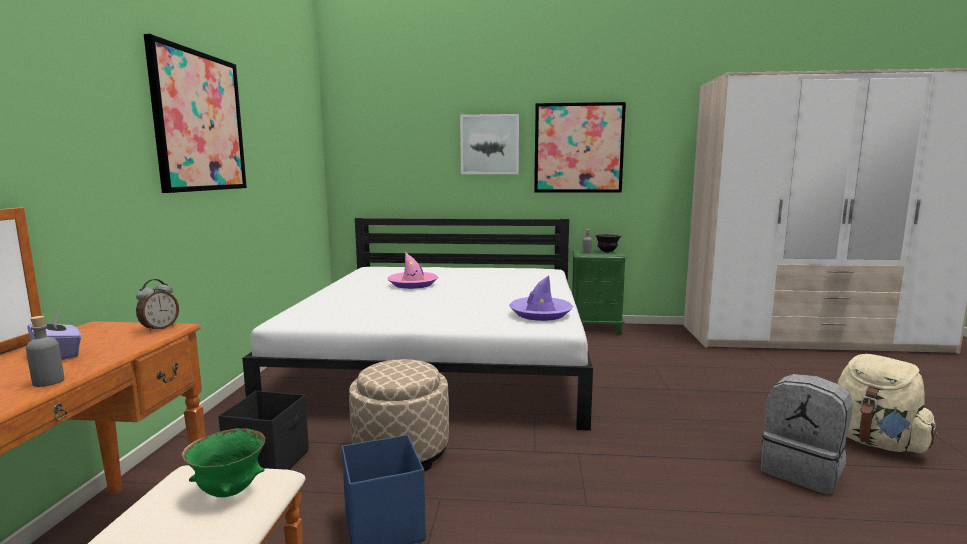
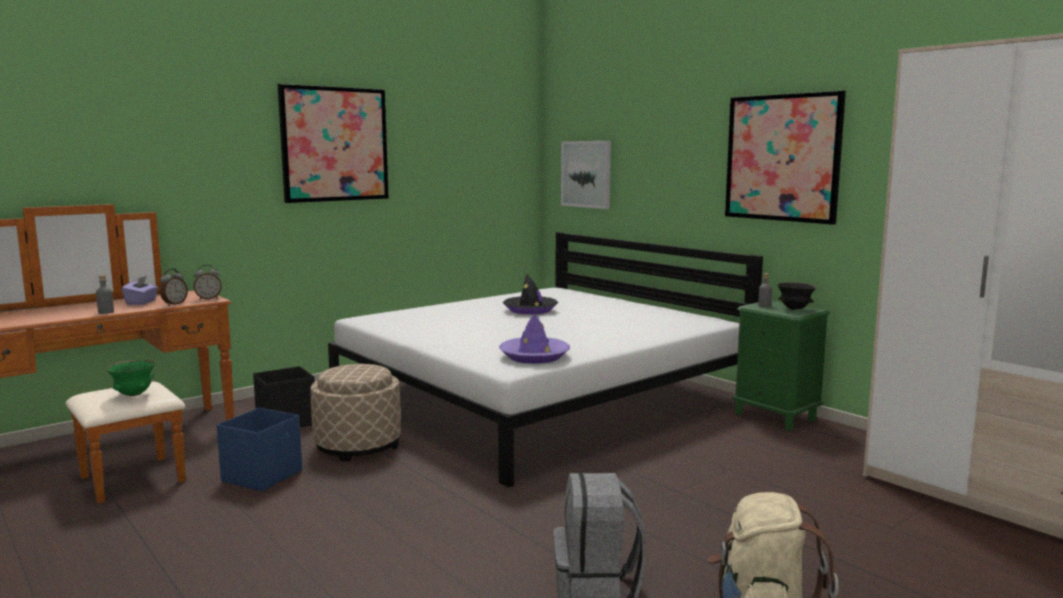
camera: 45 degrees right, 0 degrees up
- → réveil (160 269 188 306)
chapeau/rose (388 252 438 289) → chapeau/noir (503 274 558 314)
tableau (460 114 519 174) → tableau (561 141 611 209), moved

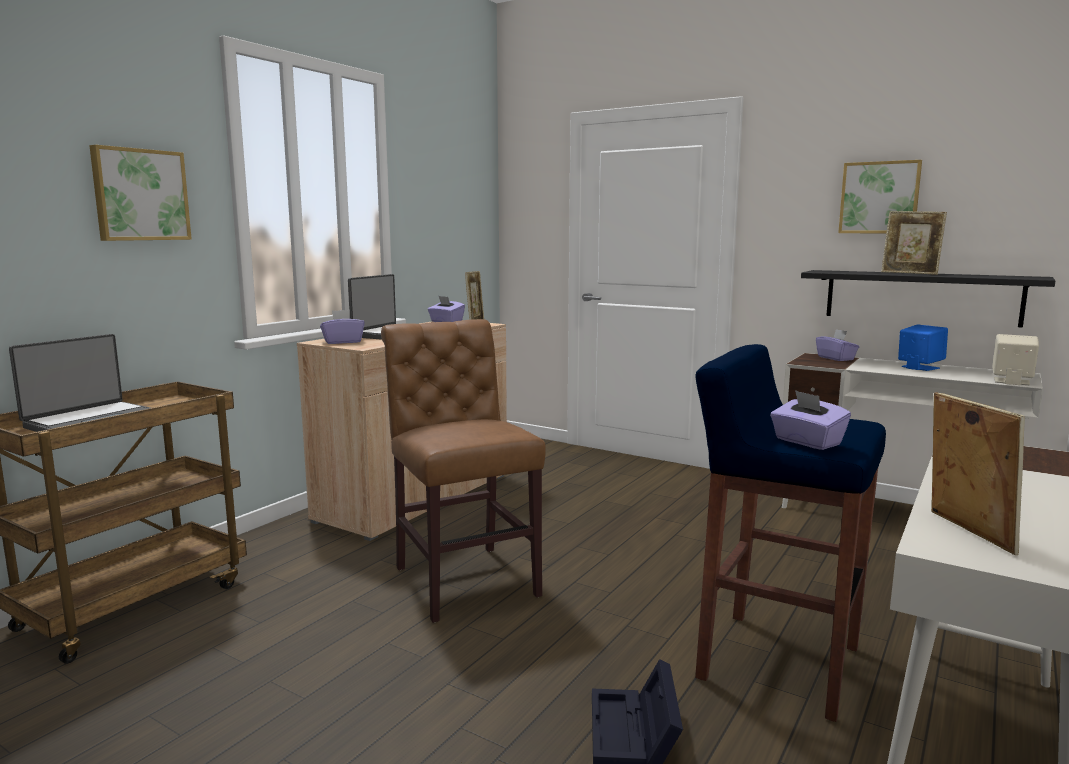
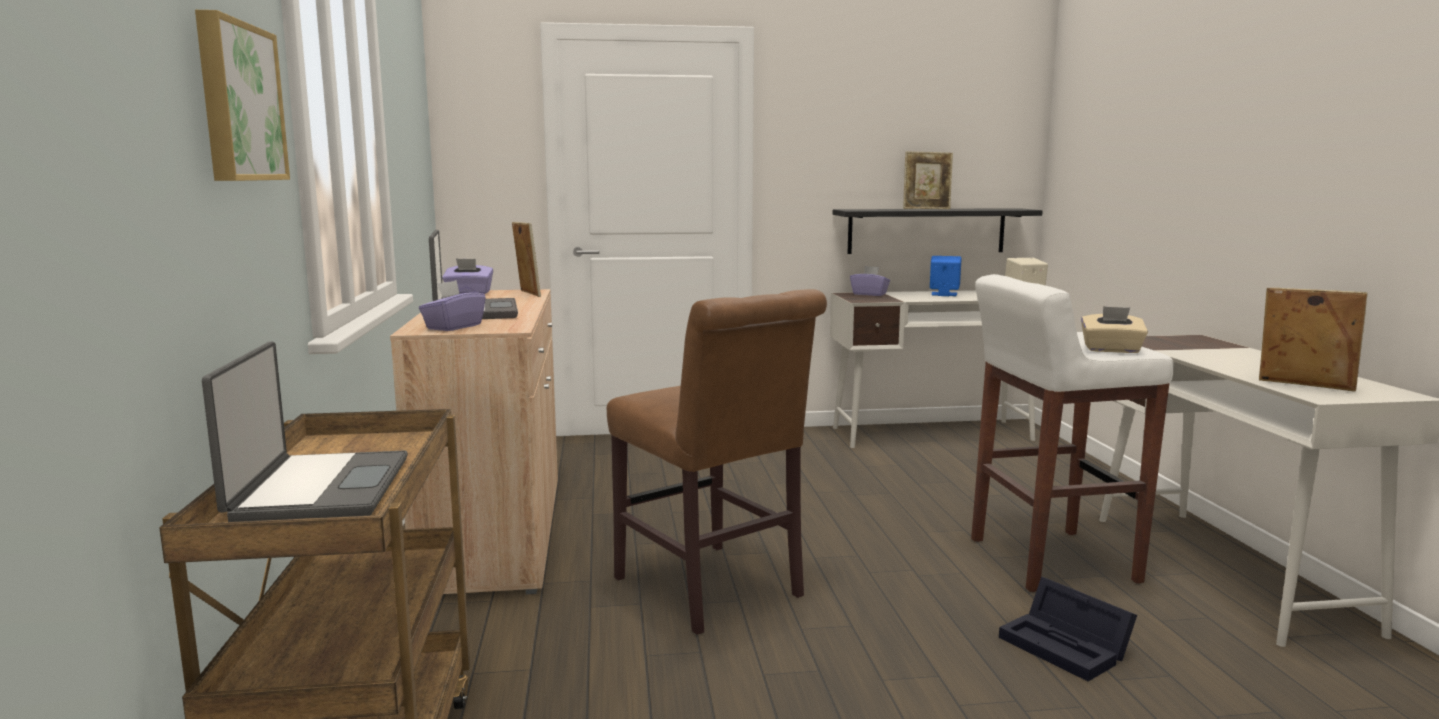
camera: 40 degrees left, 0 degrees up
chaise/marron (381 319 546 623) → chaise/marron (607 289 827 635), 150 degrees counterclockwise
tabouret/bleu (695 344 886 722) → tabouret/blanc (971 274 1174 592)
boîte à mouchoirs/violet (770 390 851 450) → boîte à mouchoirs/beige (1081 306 1148 353)
tableau (838 160 922 233) → -

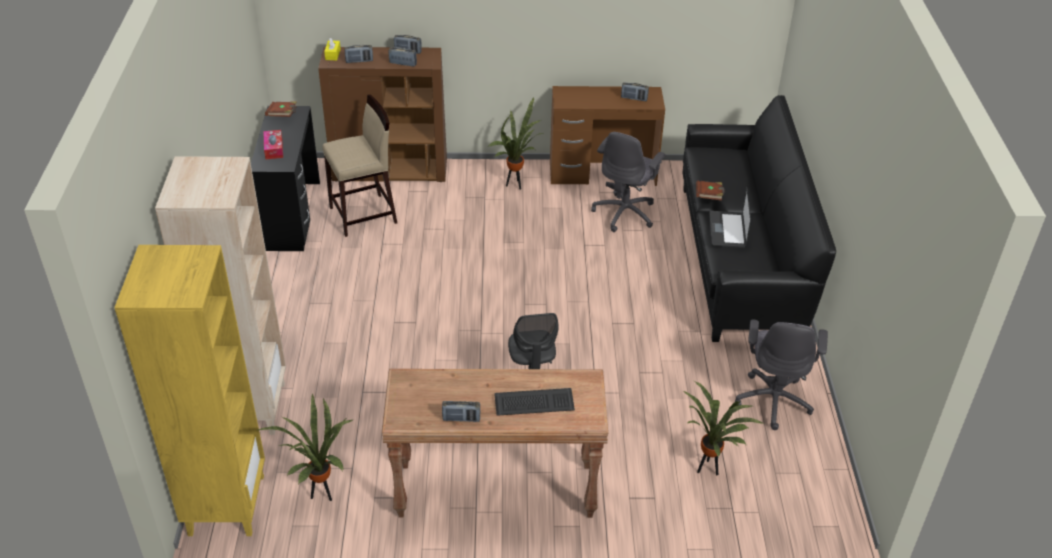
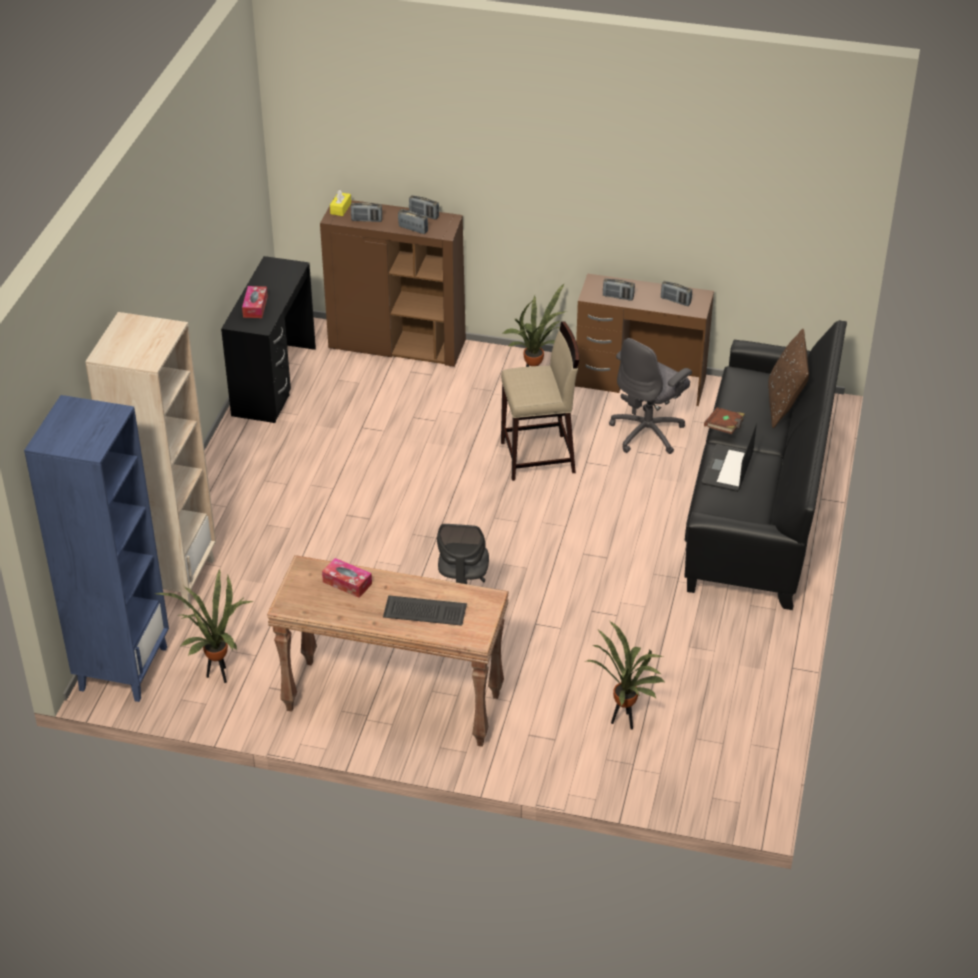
camera: 15 degrees right, 0 degrees up
bibliothèque/jaune (114 245 265 536) → bibliothèque/bleu (24 395 169 702)
- → boîte à mouchoirs (322 558 372 598)
tabouret/beige (322 95 397 237) → tabouret/beige (501 321 579 481), moved
radio (442 401 480 422) → radio (603 278 635 301), moved
- → coussin/marron (768 329 809 428)
livre/marron (265 101 297 117) → -
chaise de bureau/gris (735 319 828 430) → -

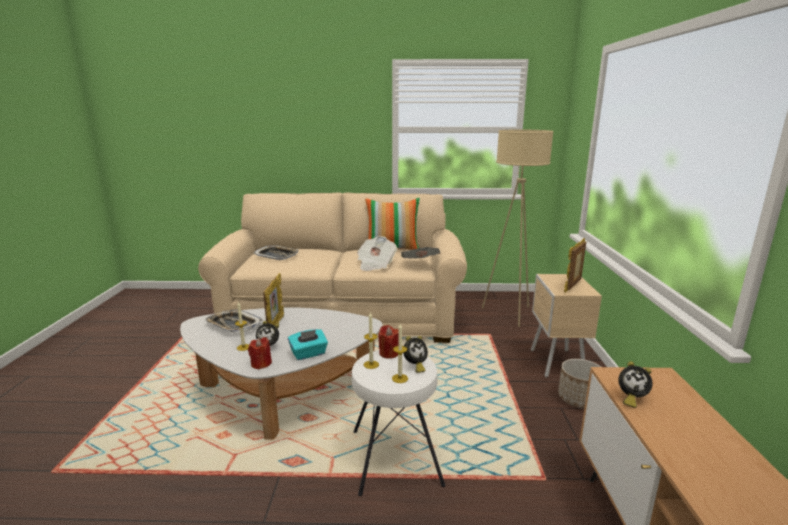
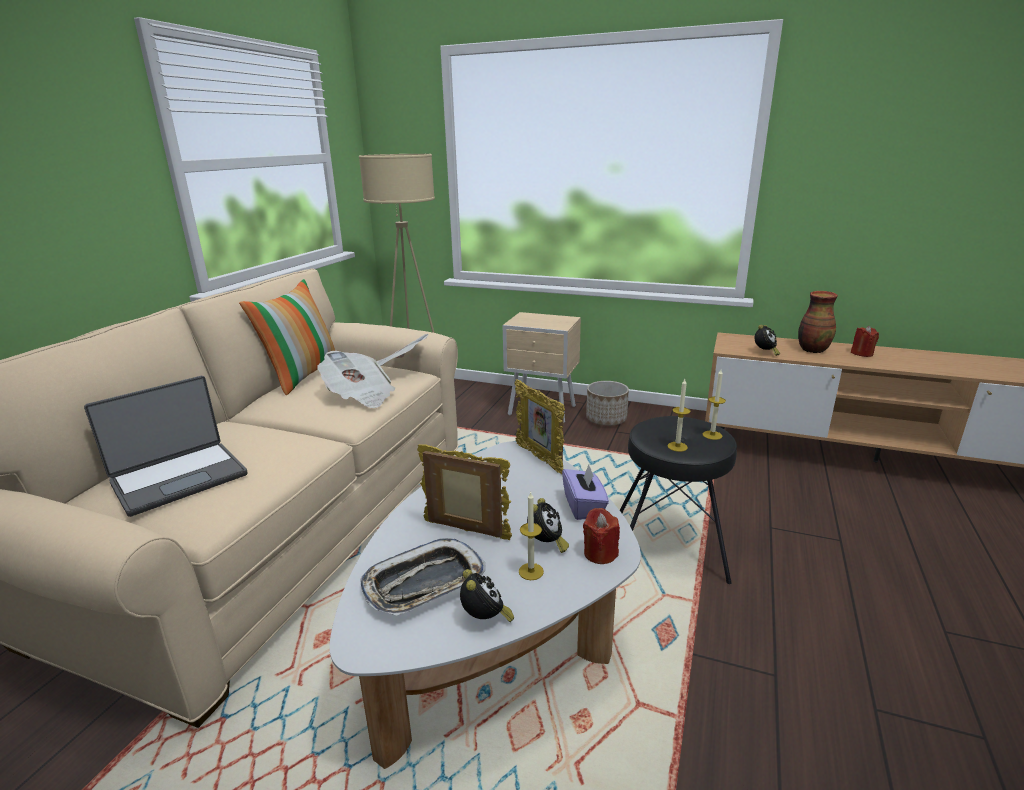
camera: 70 degrees left, 5 degrees up
plateau (253 245 299 260) → ordinateur portable (84 376 247 517)
réveil (403 336 428 373) → réveil (460 569 514 622), moved
cadre photo (564 238 586 293) → cadre photo (515 379 565 474), moved
boîte à mouchoirs/turquoise (288 329 328 360) → boîte à mouchoirs/violet (562 465 609 520)
tabouret/blanc (352 350 445 496) → tabouret/noir (620 416 737 584)
- → vase (798 291 838 353)
bougie/rouge (378 325 398 359) → bougie/rouge (851 326 879 357), moved

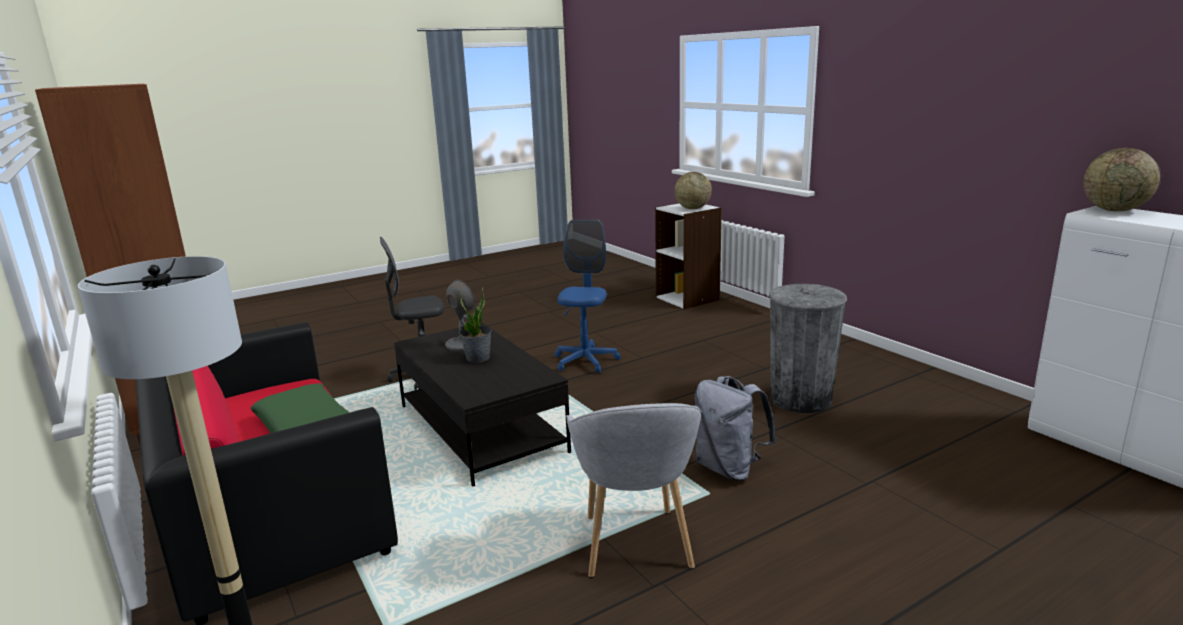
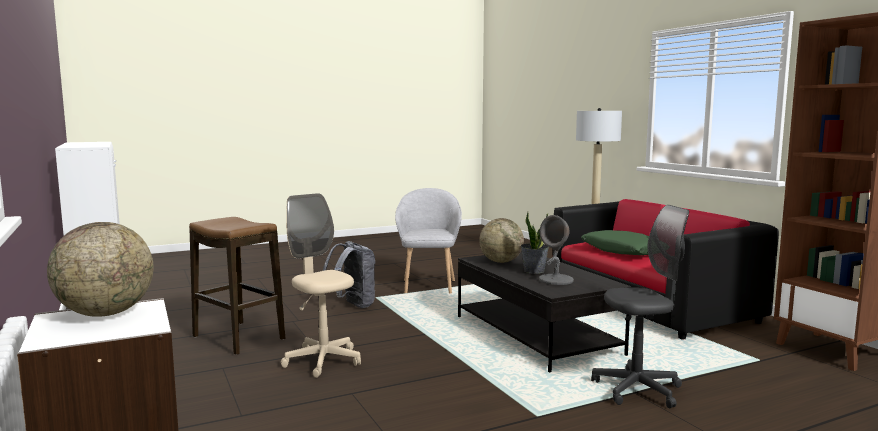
camera: 175 degrees left, 10 degrees down
poubelle/gris (769 284 847 413) → tabouret (189 217 285 355)
- → chaise de bureau/beige (281 193 361 378)
globe (1083 148 1160 211) → globe (479 218 524 263), moved
chaise de bureau/bleu (555 220 621 373) → -

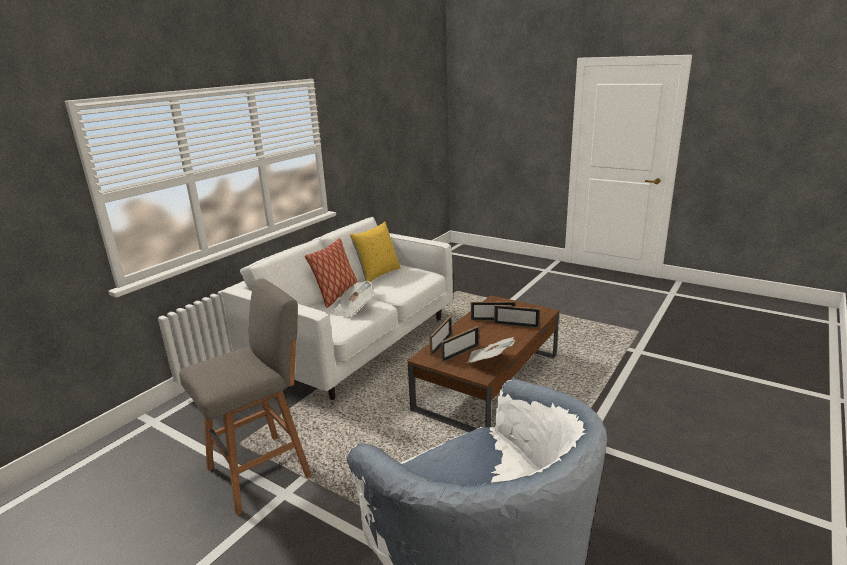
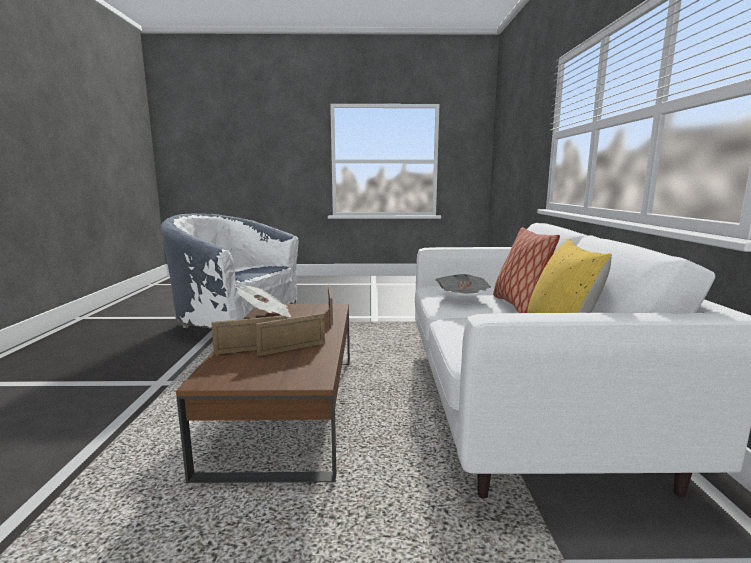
camera: 145 degrees right, 10 degrees down
tabouret/gris (179 278 312 516) → -
cadre photo (441 326 479 363) → -

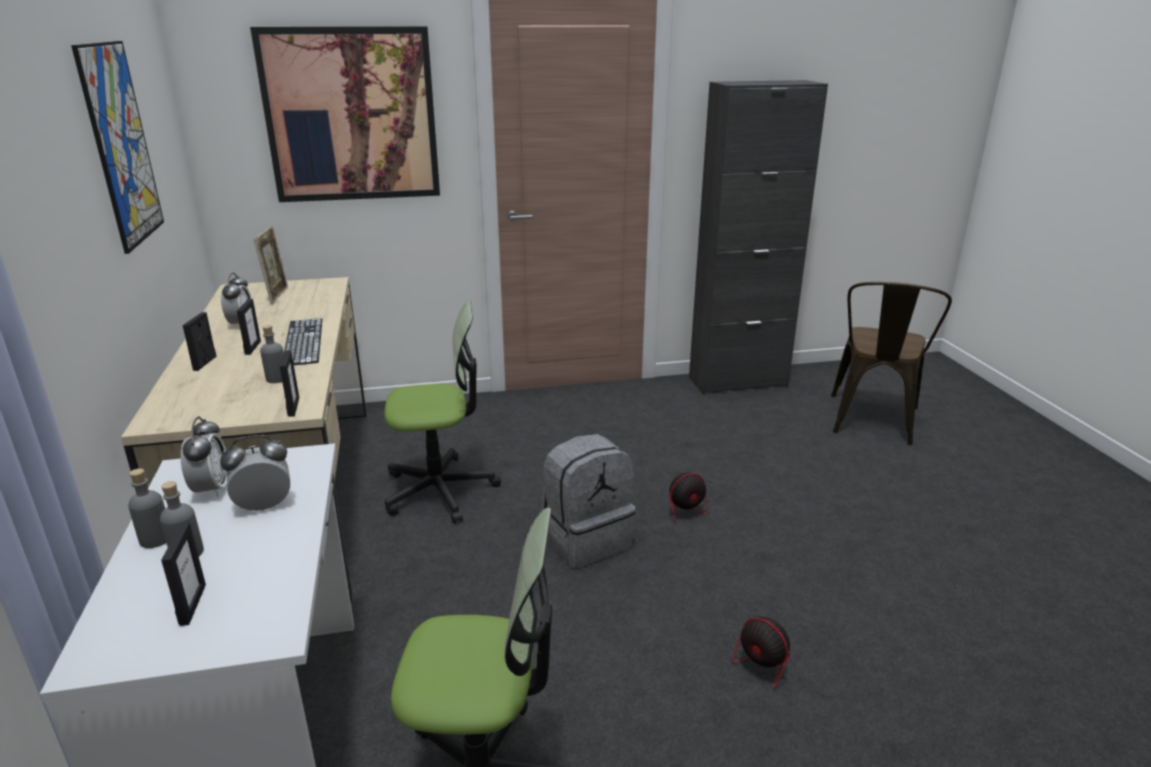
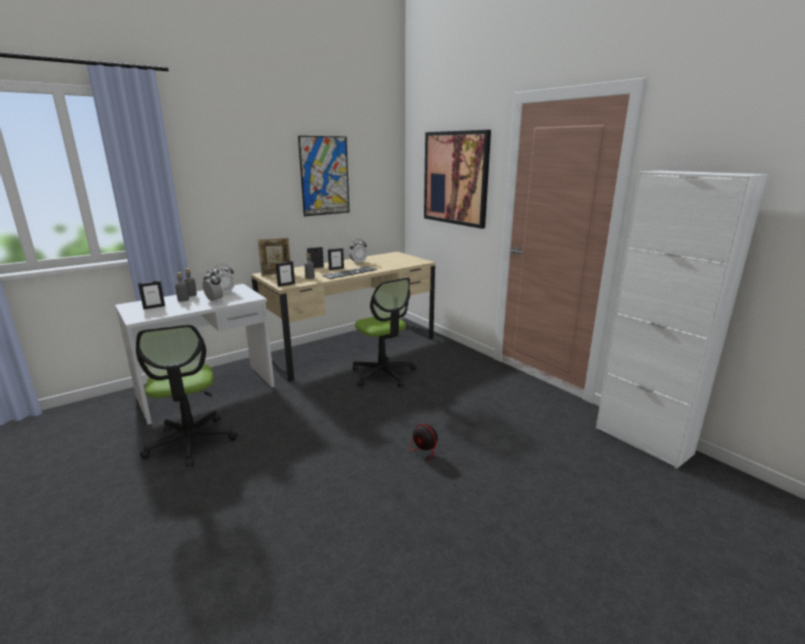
camera: 65 degrees right, 5 degrees down
cadre photo (254 226 288 304) → cadre photo (258 238 291 276), moved
meuble de rangement/noir (689 80 828 394) → meuble de rangement/blanc (596 170 768 469)
sac à dos/gris (542 434 636 568) → -
ventilateur (732 617 854 698) → -
chaise/marron (831 282 952 445) → -

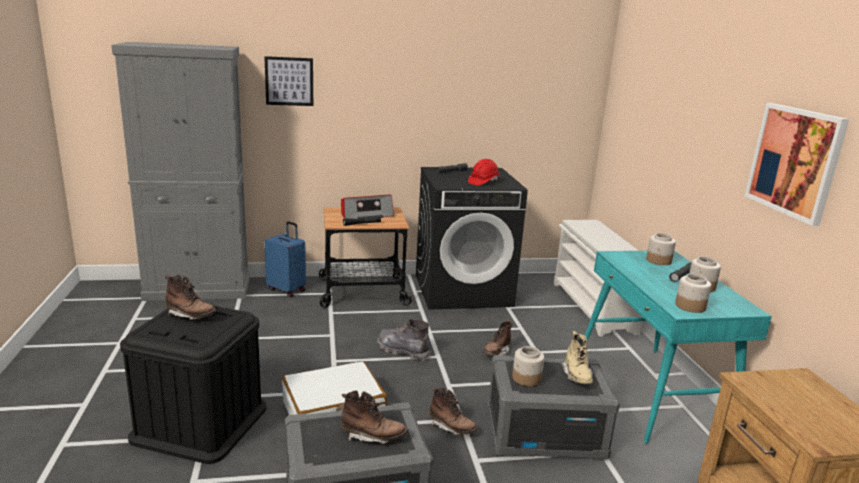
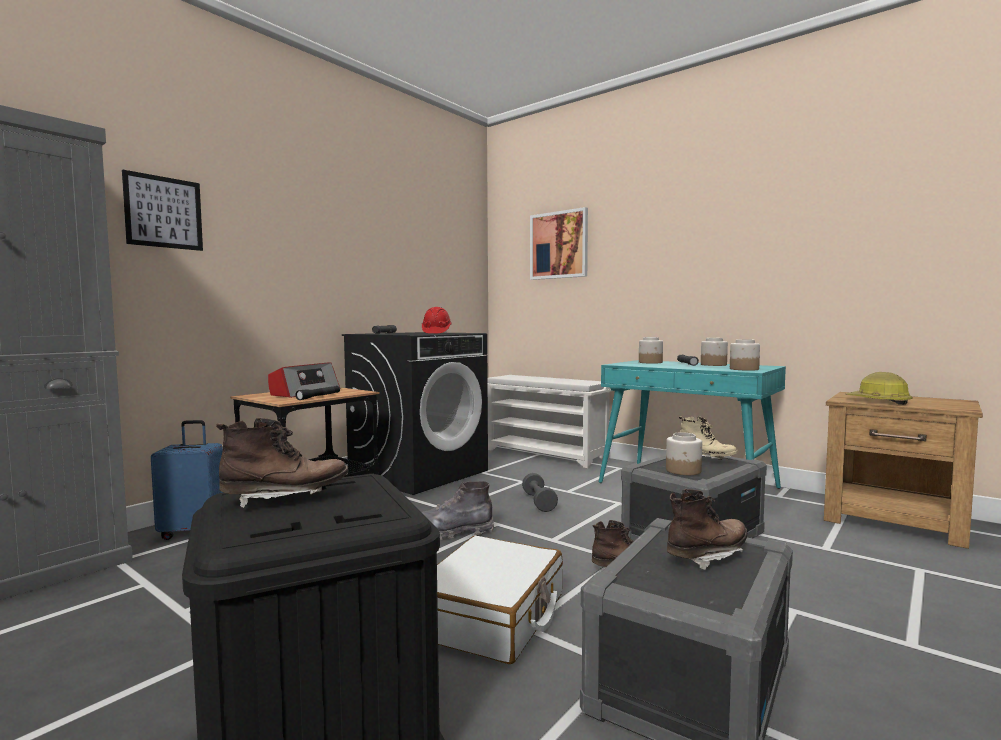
camera: 40 degrees left, 15 degrees down
botte/marron (483 319 513 356) → haltère/gris (522 473 558 512)
tableau (745 103 849 226) → tableau (530 207 588 280), moved
- → casque de chantier (846 372 912 405)

